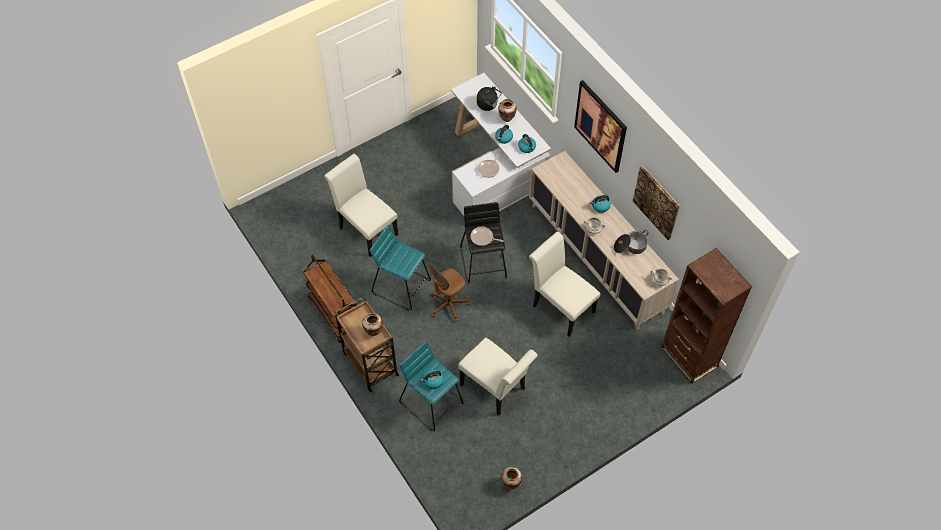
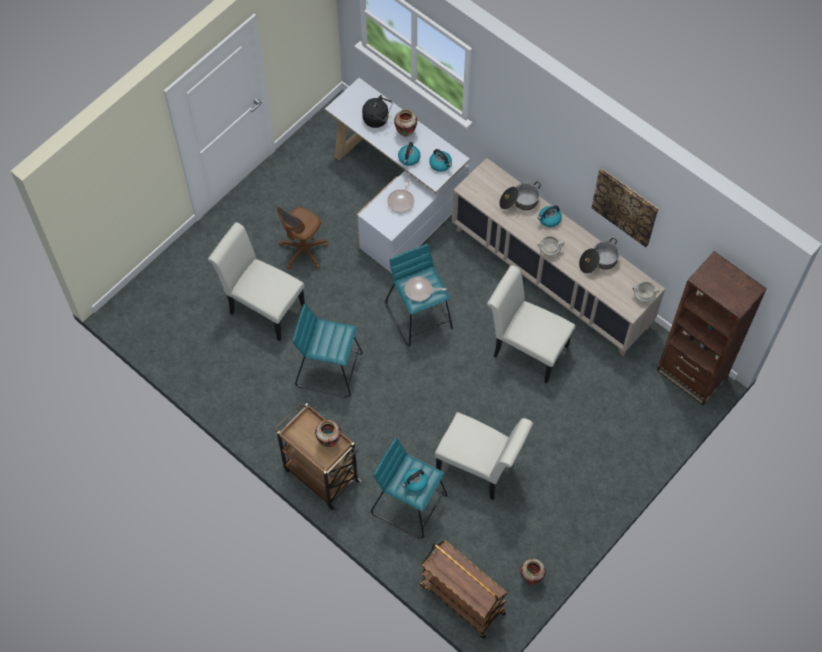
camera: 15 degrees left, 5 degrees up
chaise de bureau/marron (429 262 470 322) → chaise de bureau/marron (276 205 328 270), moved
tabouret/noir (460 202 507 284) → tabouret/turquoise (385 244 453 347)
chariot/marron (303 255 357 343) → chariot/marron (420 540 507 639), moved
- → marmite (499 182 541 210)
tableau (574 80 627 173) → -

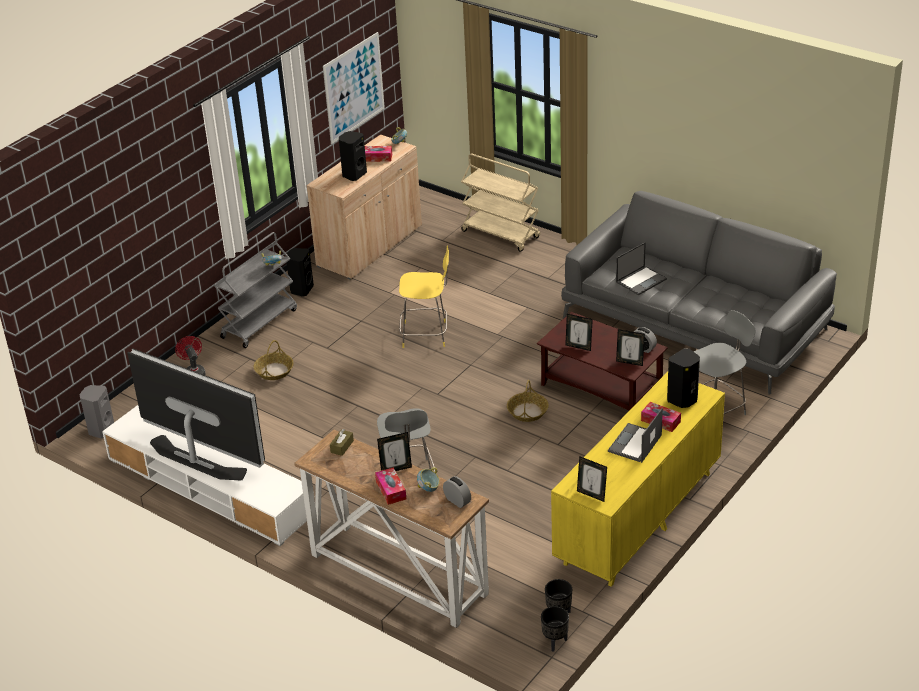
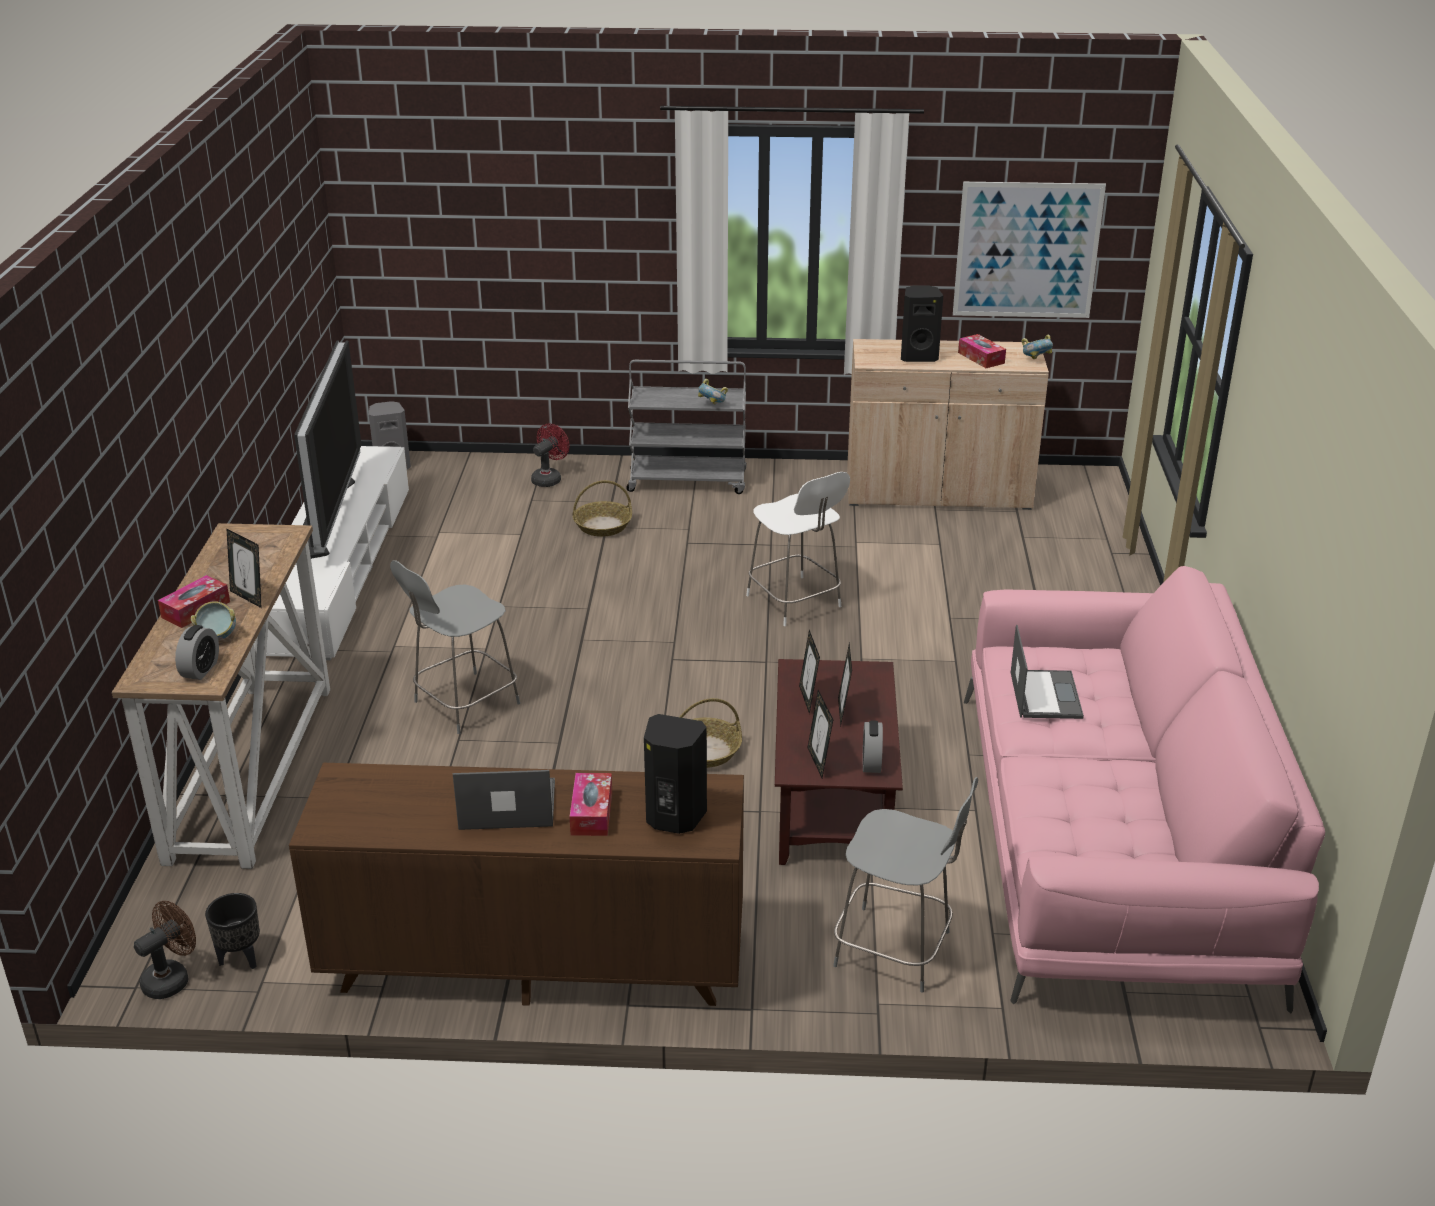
camera: 55 degrees right, 5 degrees down
cache-pot/noir (541 606 569 651) → ventilateur/marron (134 901 196 999)
commode/jaune (551 372 725 587) → commode/marron (289 763 744 1006)
tabouret/jaune (399 245 449 348) → tabouret/blanc (746 472 850 626)
cadre photo (577 456 607 502) → cadre photo (838 643 852 726), moved
canapé/gris (561 191 837 394) → canapé/rose (964 566 1325 1013)
ordinateur portable (616 242 667 295) → ordinateur portable (1011 625 1084 719), 105 degrees counterclockwise
enceinte/noir (287 248 314 297) → -
boîte à mouchoirs/marron (330 429 354 456) → -
chariot/beige (461 153 540 252) → -

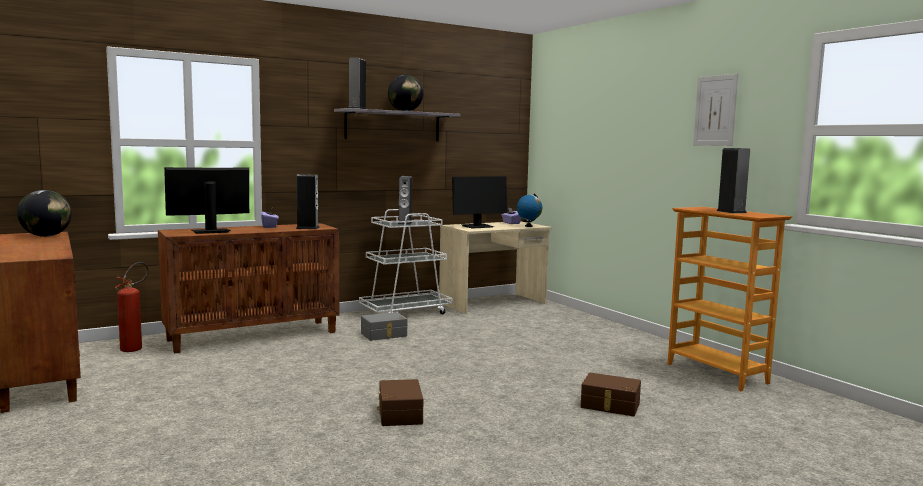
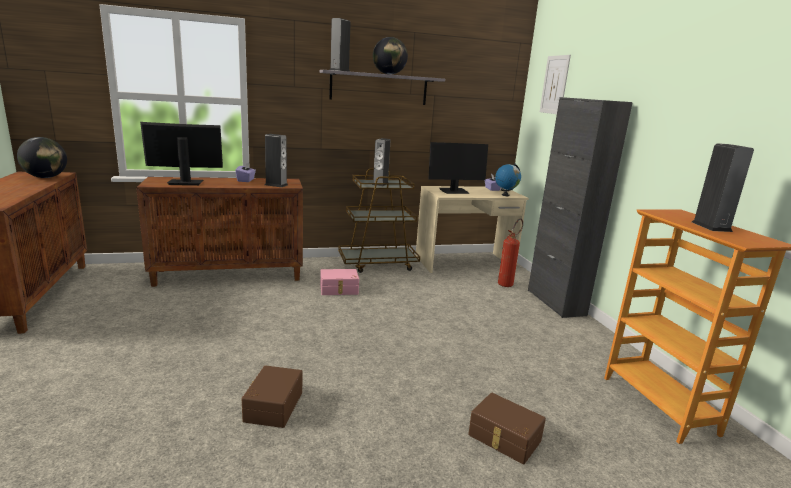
camera: 15 degrees right, 10 degrees up
boîte de rangement/gris (361 312 407 341) → boîte de rangement/rose (320 269 359 295)
chariot/blanc (359 209 452 314) → chariot/marron (338 168 420 273)
extincteur (115 262 149 352) → extincteur (498 218 523 287), moved
- → meuble de rangement/noir (528 97 633 318)
tableau (693 74 739 146) → tableau (540 55 571 114), moved

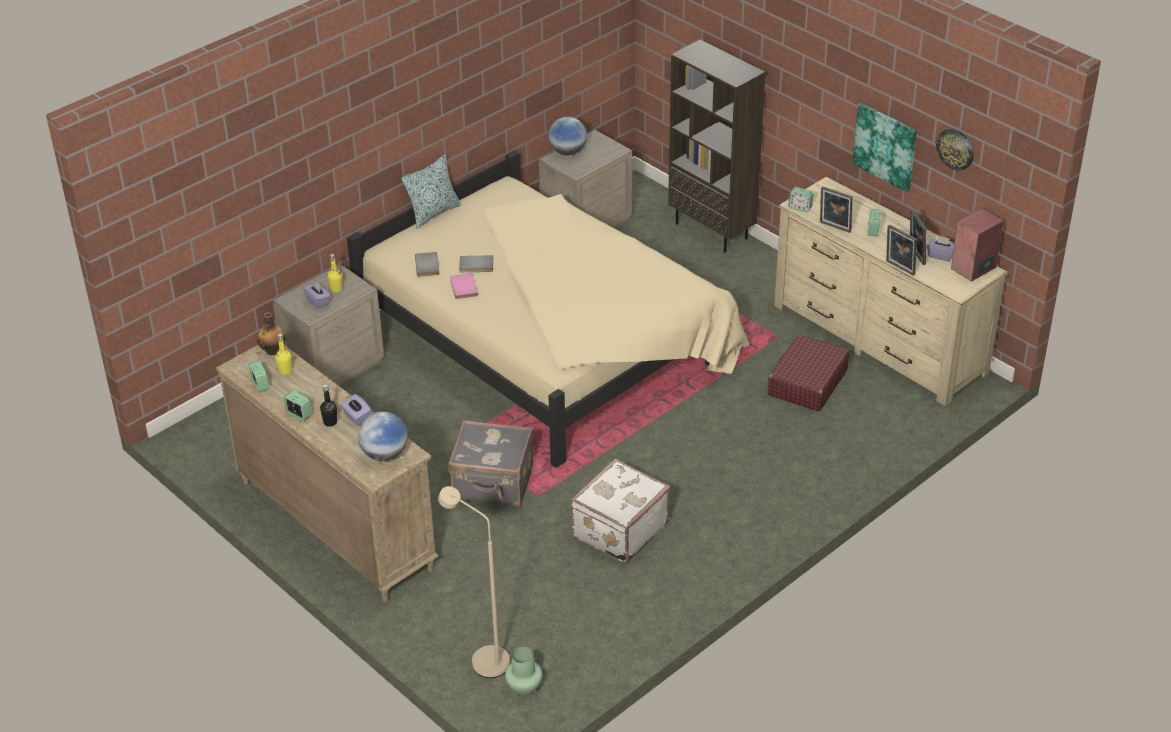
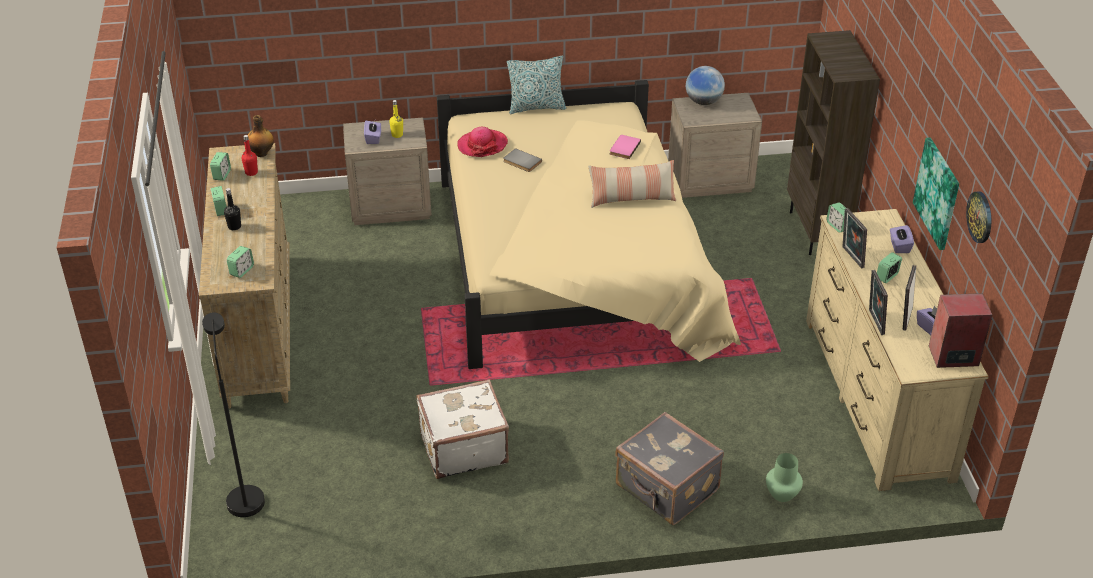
camera: 35 degrees right, 0 degrees up
lampadaire/beige (438 486 510 678) → lampadaire/noir (202 312 265 517)
globe (358 412 408 461) → réveil (227 246 254 278)
bouteille/jaune (275 334 292 375) → bouteille/rouge (241 135 258 176)
livre/gris (415 252 439 277) → chapeau (457 127 508 157)
- → coussin (588 160 676 208)
livre/rose (450 273 478 299) → livre/rose (610 135 641 159), moved
valise/gris (448 420 533 507) → valise/gris (615 412 724 525), moved
vase/vert (505 647 542 696) → vase/vert (766 453 803 502), moved
boîte à mouchoirs/violet (341 394 372 426) → boîte à mouchoirs/violet (890 225 914 253), moved
valise/rouge (768 334 849 411) → -

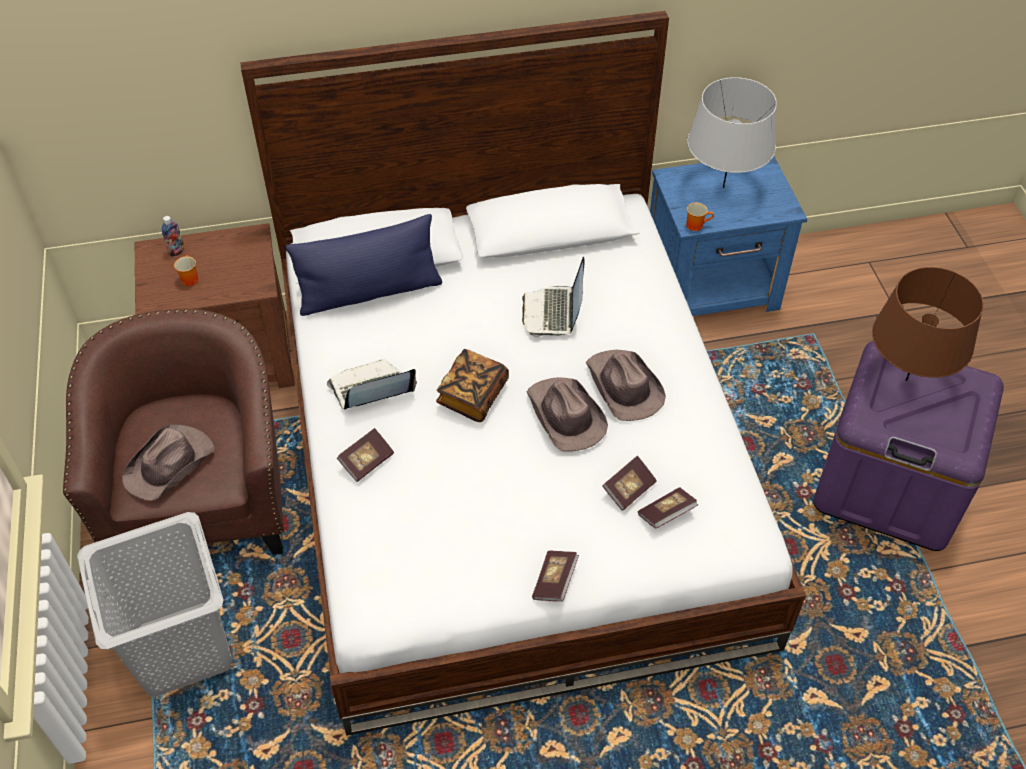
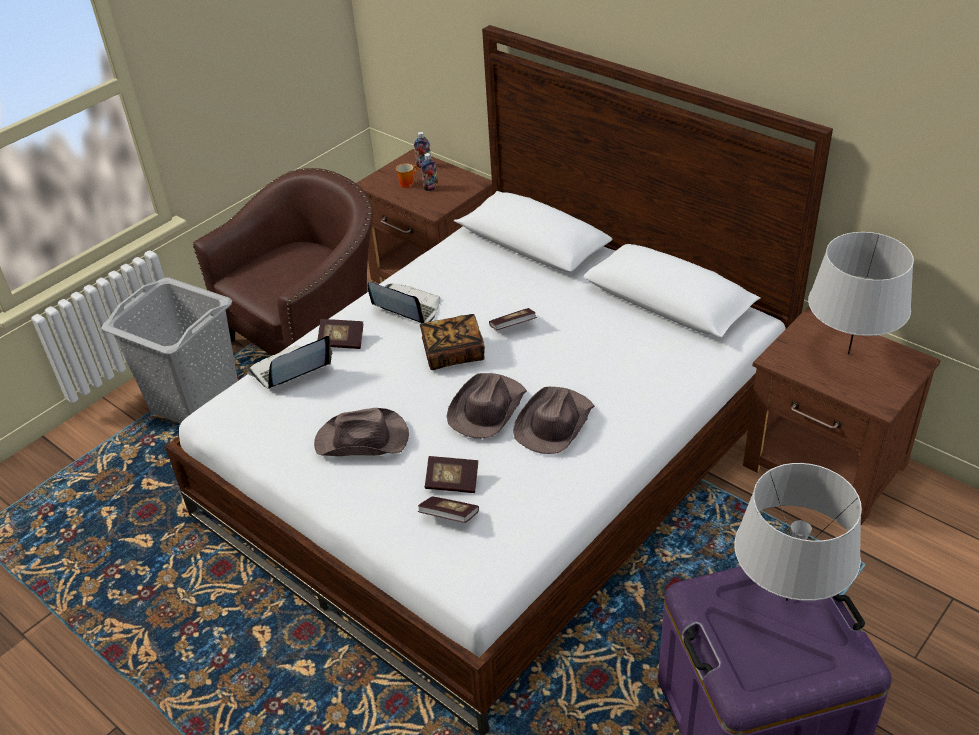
camera: 55 degrees right, 10 degrees down
ordinateur portable (522 256 585 337) → ordinateur portable (247 336 332 389), moved
chapeau/marron (122 425 215 501) → chapeau/marron (314 408 409 456), moved
- → bouteille (421 153 438 191)
livre (532 551 579 602) → livre (489 308 537 330), moved
lampe de table/marron (872 267 984 381) → lampe de table/gris (734 463 862 601)
table de chevet/bleu (650 156 807 316) → table de chevet/marron (743 307 941 525)
coussin/bleu (286 214 442 316) → -
mug (686 202 714 231) → -

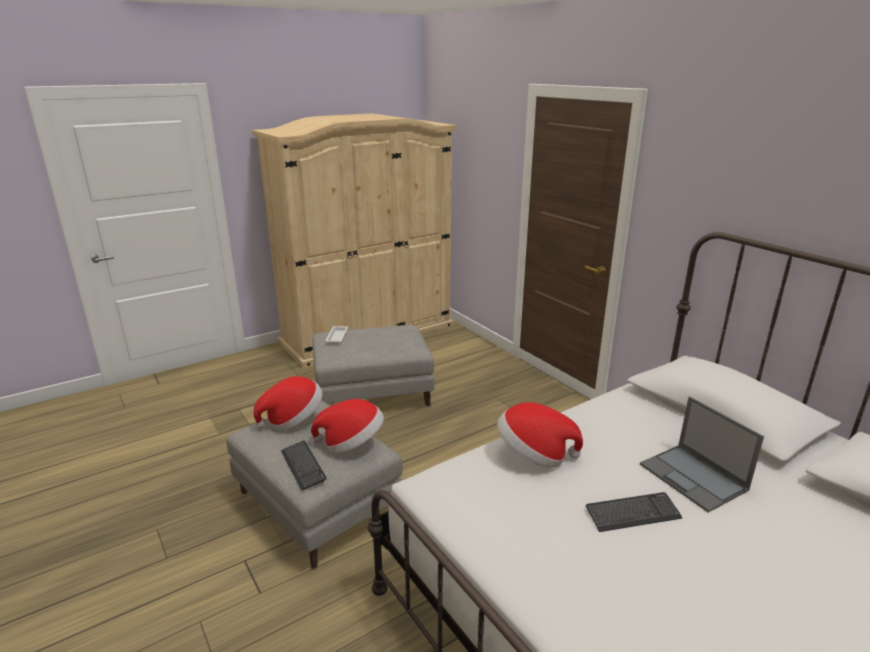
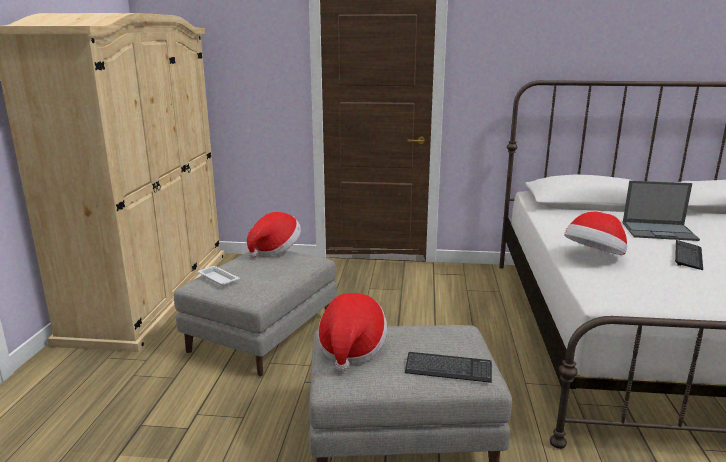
camera: 50 degrees left, 5 degrees down
chapeau (311 399 384 453) → chapeau (247 212 301 258), moved

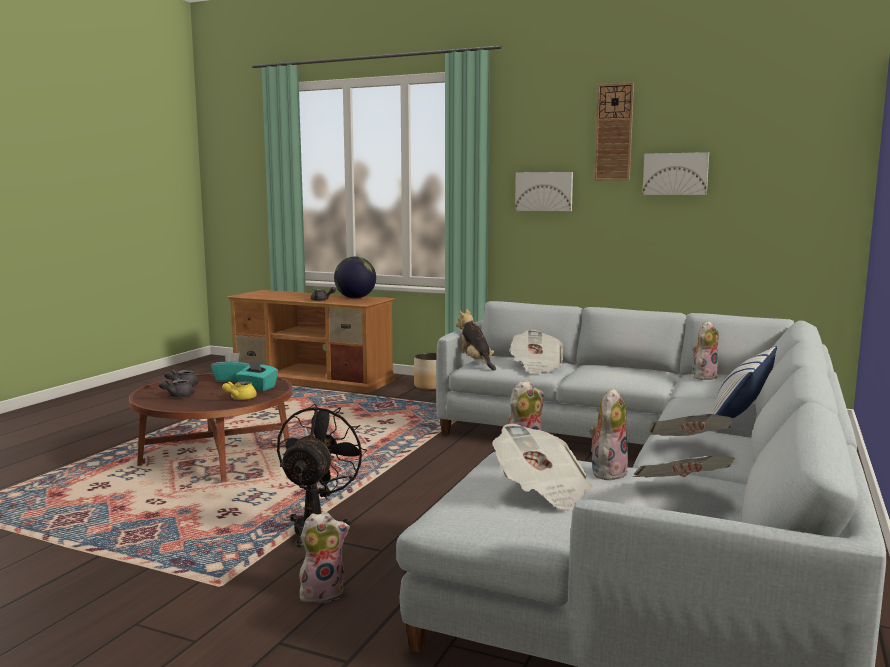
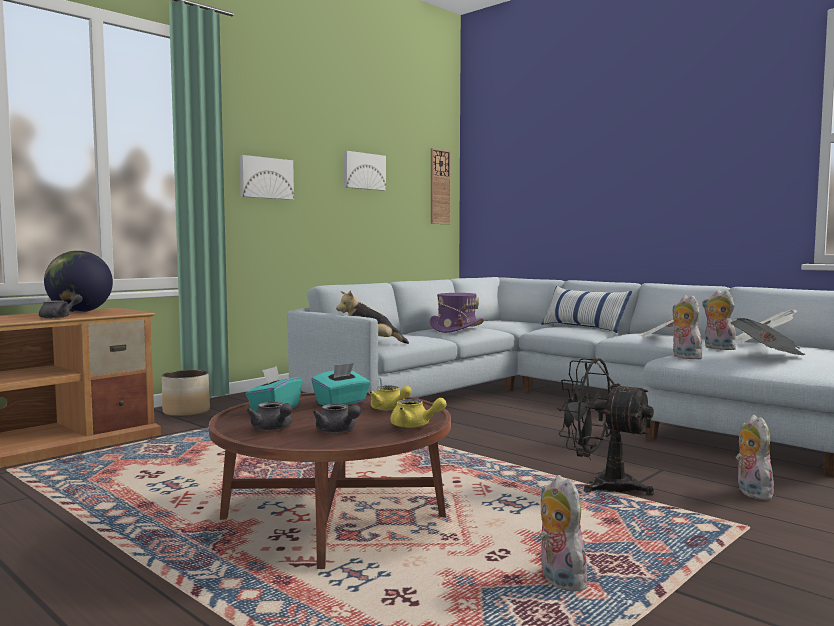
camera: 70 degrees left, 5 degrees down
- → théière/jaune (390 398 447 428)
- → chapeau/violet (430 293 484 333)
horloge murale (594 82 634 181) → horloge murale (431 148 451 224), moved
peluche (692 321 719 380) → peluche (539 475 592 591), moved
journal (509 330 563 374) → -

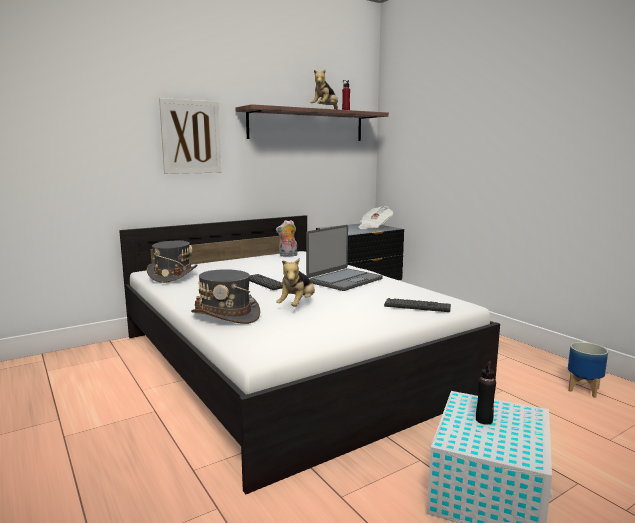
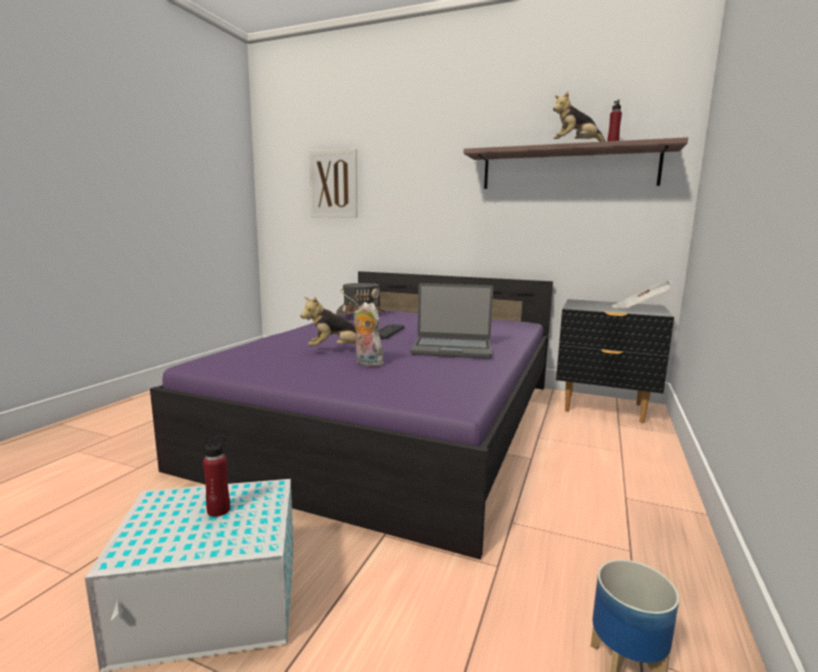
camera: 55 degrees right, 0 degrees up
lit/blanc (119 215 500 494) → lit/violet (150 271 553 560)
bouteille/noir (476 361 496 425) → bouteille/rouge (203 435 230 517)
tableau (159 98 221 174) → tableau (309 149 357 218), moved
peluche (276 220 297 257) → peluche (353 302 387 367), moved
chapeau/gris (191 269 260 324) → -
clavier (384 298 451 312) → -

